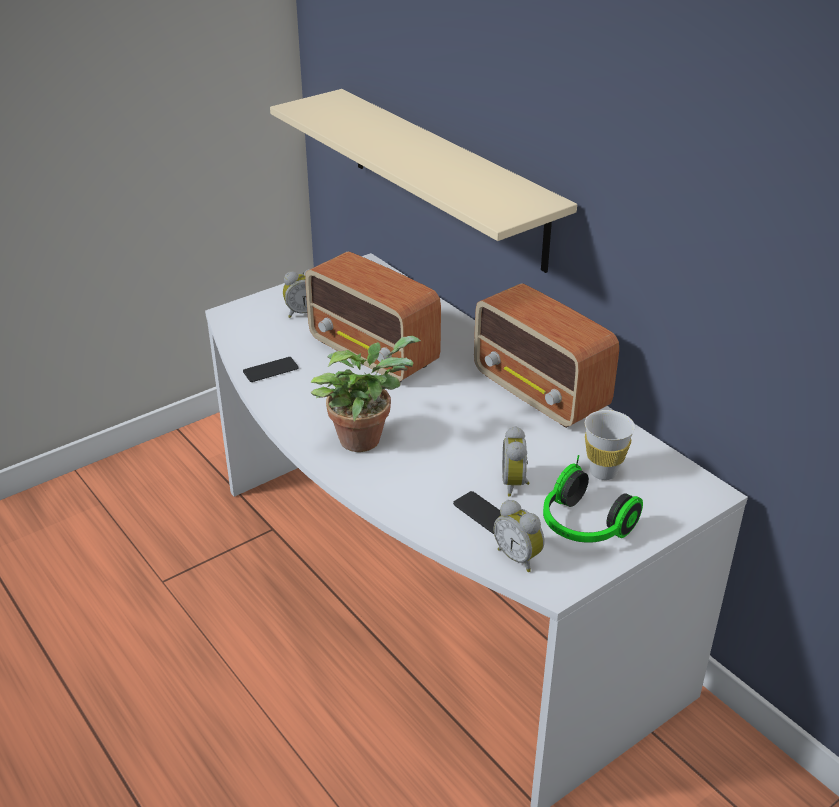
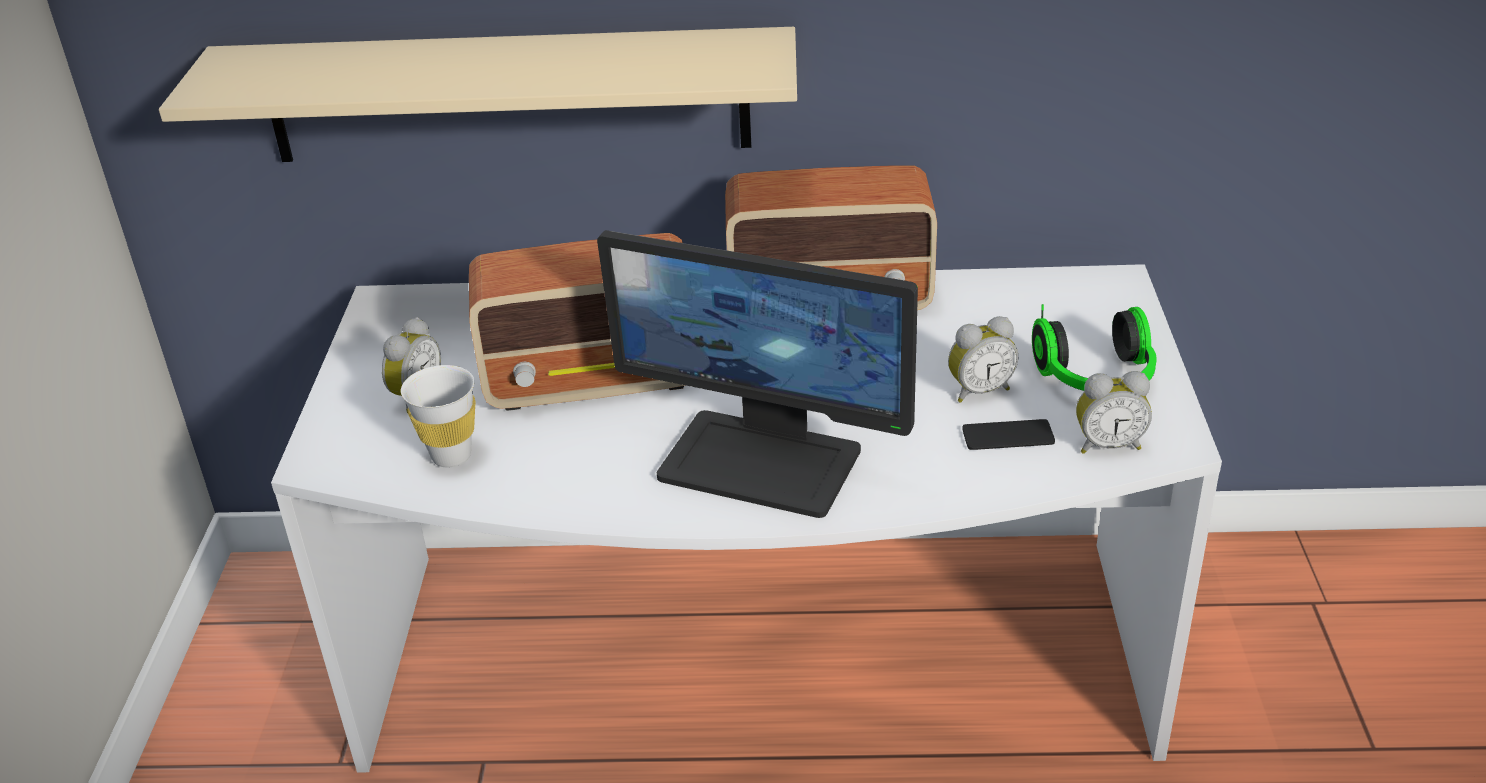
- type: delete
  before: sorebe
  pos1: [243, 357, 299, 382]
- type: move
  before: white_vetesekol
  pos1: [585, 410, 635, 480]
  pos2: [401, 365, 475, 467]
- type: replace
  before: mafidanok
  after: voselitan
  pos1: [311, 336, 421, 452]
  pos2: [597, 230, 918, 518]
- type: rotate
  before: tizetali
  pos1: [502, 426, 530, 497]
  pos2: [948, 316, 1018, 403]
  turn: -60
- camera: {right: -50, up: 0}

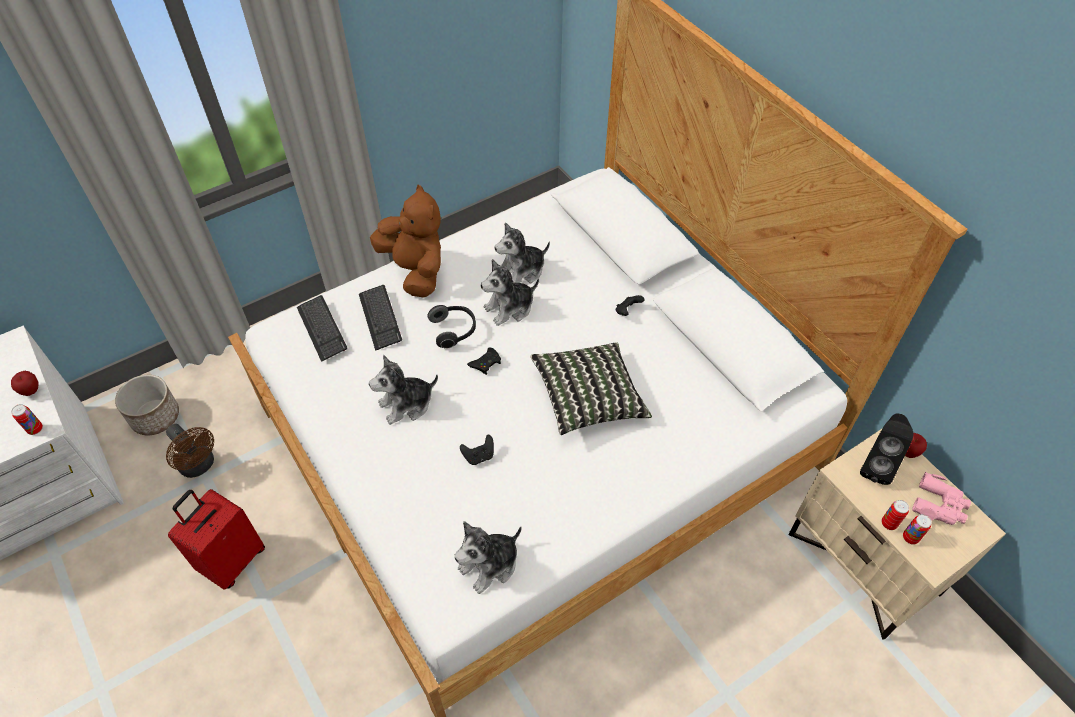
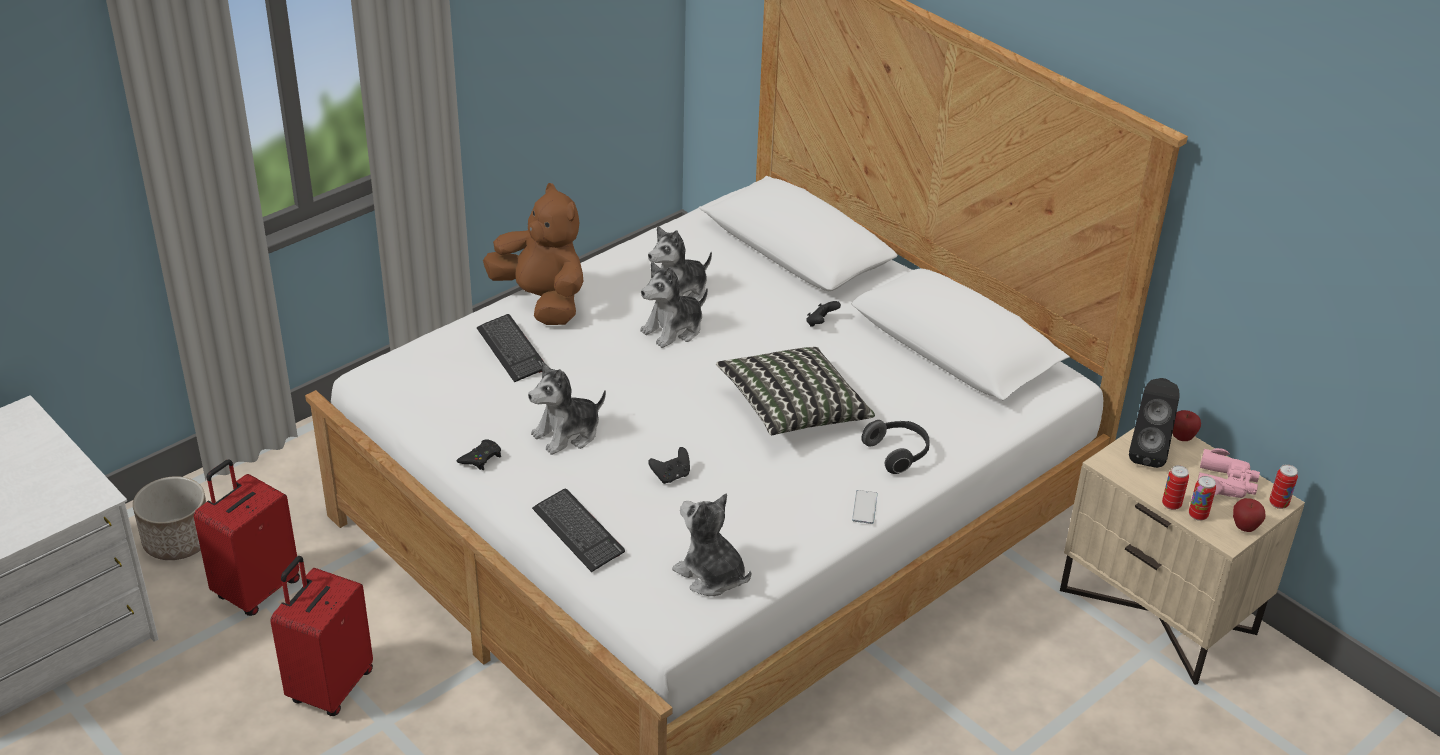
- type: insert
  after: sorebe
  pos2: [852, 490, 878, 524]
- type: move
  before: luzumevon
  pos1: [11, 371, 38, 396]
  pos2: [1233, 498, 1266, 532]
- type: move
  before: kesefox
  pos1: [11, 404, 43, 435]
  pos2: [1269, 464, 1298, 509]
- type: move
  before: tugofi
  pos1: [297, 295, 347, 362]
  pos2: [532, 488, 625, 572]
- type: move
  before: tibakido
  pos1: [428, 305, 476, 349]
  pos2: [861, 420, 930, 474]
- type: move
  before: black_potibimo
  pos1: [467, 347, 501, 375]
  pos2: [456, 439, 501, 470]
- type: replace
  before: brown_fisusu
  after: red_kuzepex
  pos1: [166, 424, 214, 478]
  pos2: [193, 459, 300, 616]
- type: rotate
  before: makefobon
  pos1: [454, 521, 521, 594]
  pos2: [672, 493, 751, 596]
  turn: 90
- camera: {right: -10, up: -15}

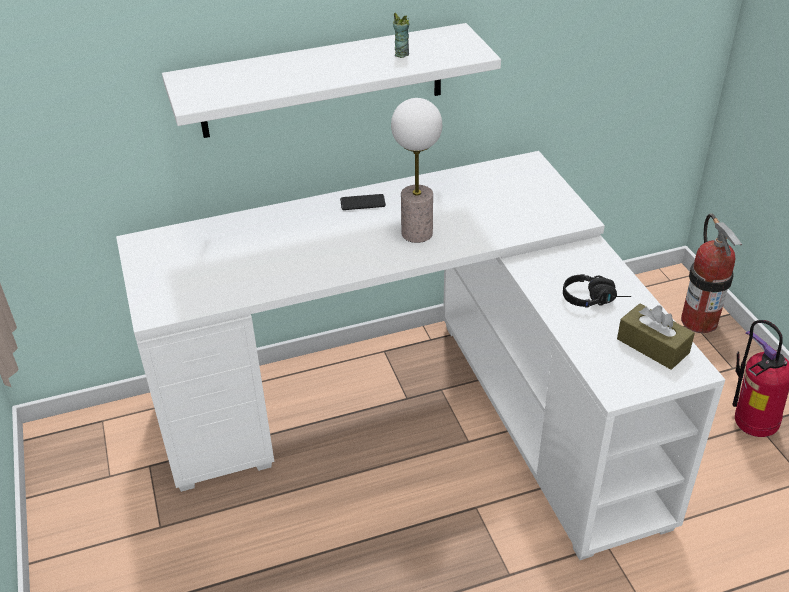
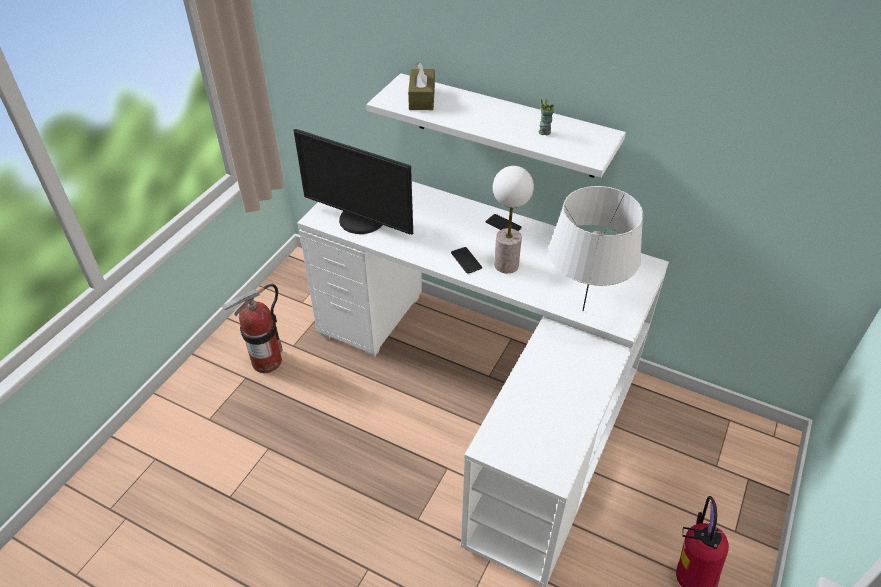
- type: delete
  before: black_tibakido
  pos1: [563, 274, 631, 307]
- type: insert
  after: voselitan
  pos2: [294, 129, 413, 235]
- type: insert
  after: sorebe
  pos2: [451, 247, 482, 274]
- type: insert
  after: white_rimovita
  pos2: [548, 186, 643, 311]
- type: move
  before: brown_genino
  pos1: [617, 304, 695, 370]
  pos2: [408, 62, 435, 110]
- type: move
  before: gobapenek
  pos1: [681, 213, 742, 333]
  pos2: [221, 284, 283, 373]
- camera: {right: 45, up: 5}

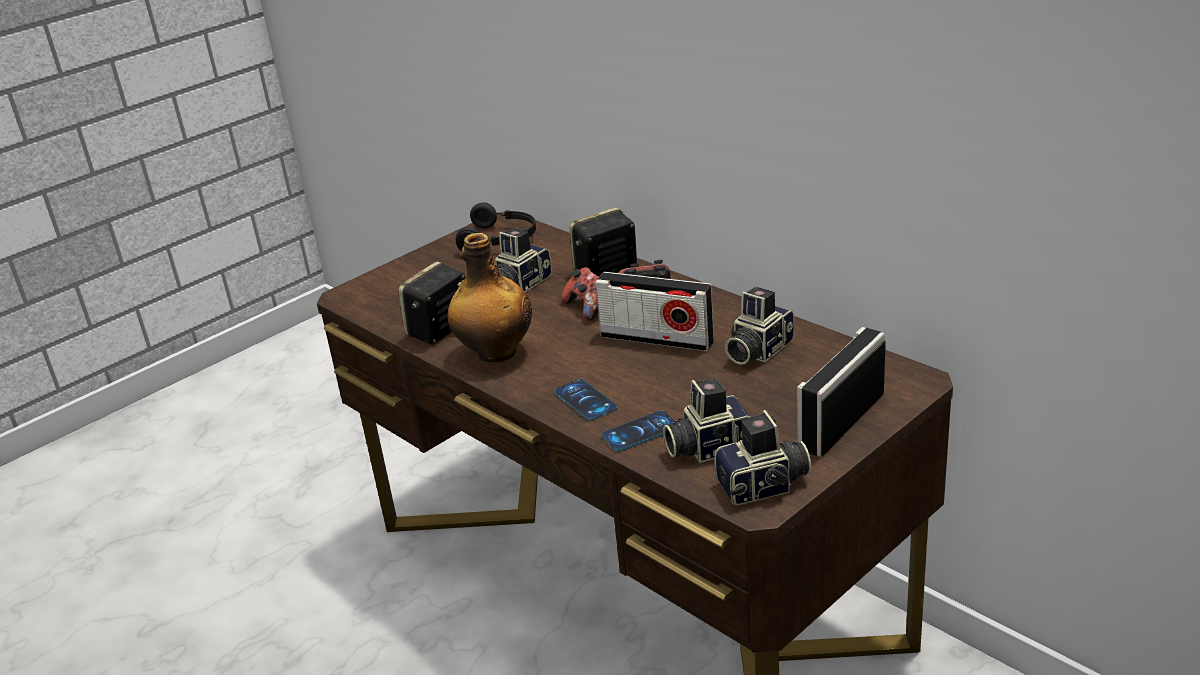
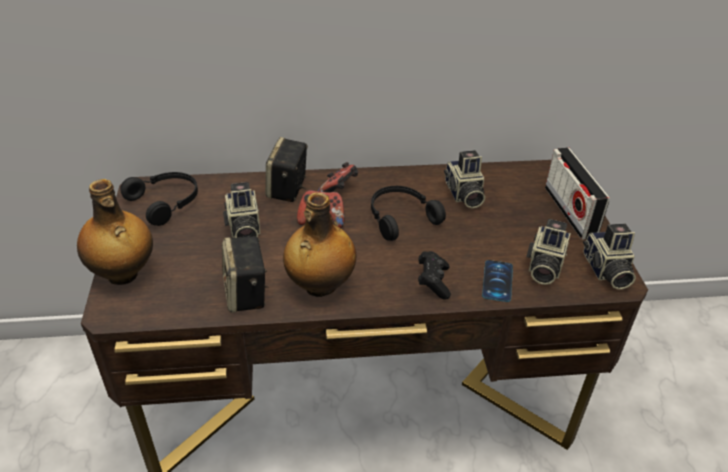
- type: insert
  after: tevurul
  pos2: [77, 179, 153, 285]
- type: replace
  before: sorebe
  after: black_potibimo
  pos1: [554, 379, 618, 420]
  pos2: [418, 251, 451, 300]
- type: replace
  before: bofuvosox
  after: black_tibakido
  pos1: [595, 272, 714, 351]
  pos2: [371, 186, 446, 241]
- type: rotate
  before: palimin
  pos1: [715, 410, 811, 505]
  pos2: [583, 224, 636, 290]
  turn: 150
- camera: {right: -55, up: 10}

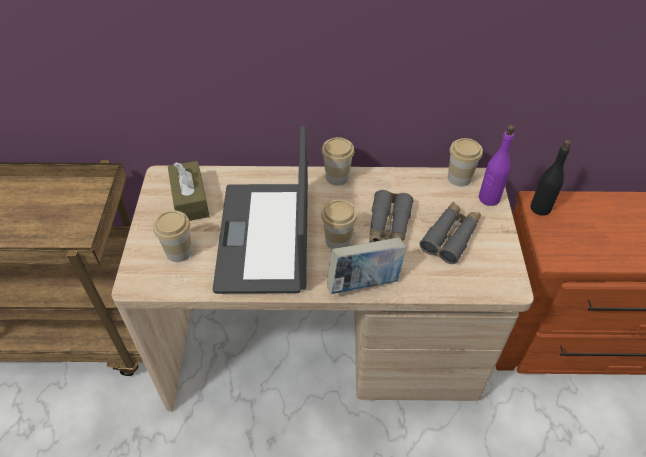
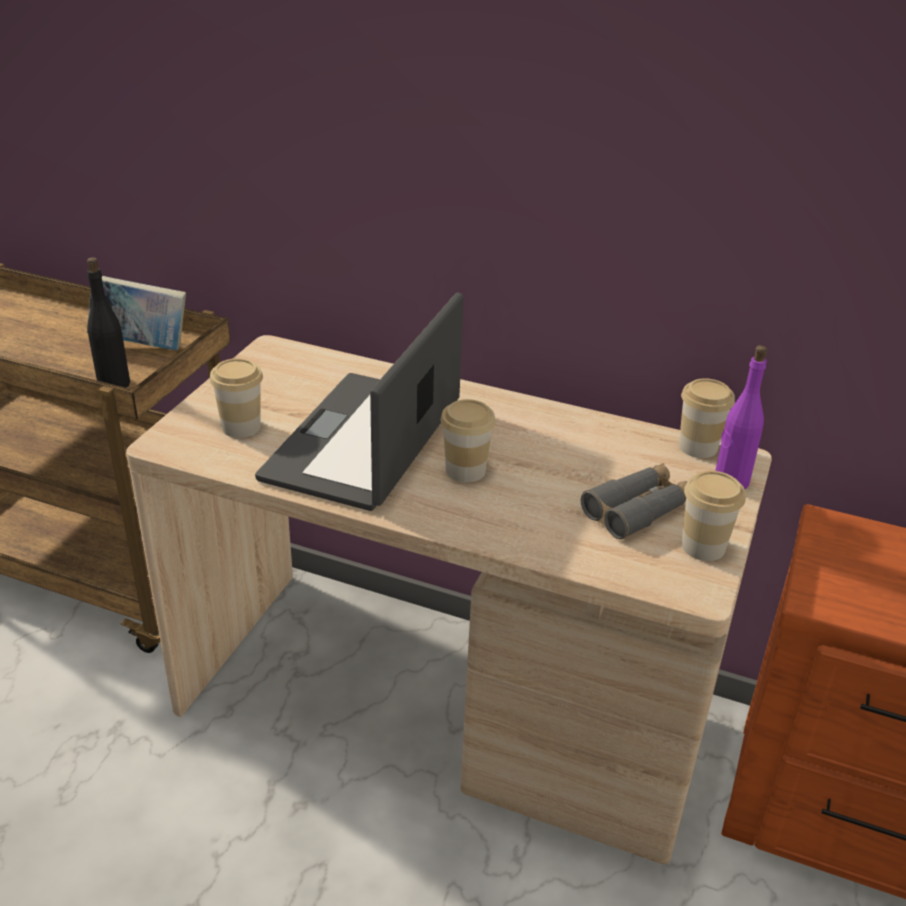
- type: delete
  before: brown_genino
  pos1: [168, 161, 210, 221]
- type: delete
  before: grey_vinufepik
  pos1: [369, 190, 414, 243]
- type: move
  before: vetesekol
  pos1: [322, 137, 354, 186]
  pos2: [681, 471, 745, 561]
- type: move
  before: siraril
  pos1: [327, 237, 407, 294]
  pos2: [87, 276, 186, 350]
- type: move
  before: black_tevurul
  pos1: [530, 140, 571, 216]
  pos2: [87, 257, 130, 388]
- camera: {right: 20, up: -15}

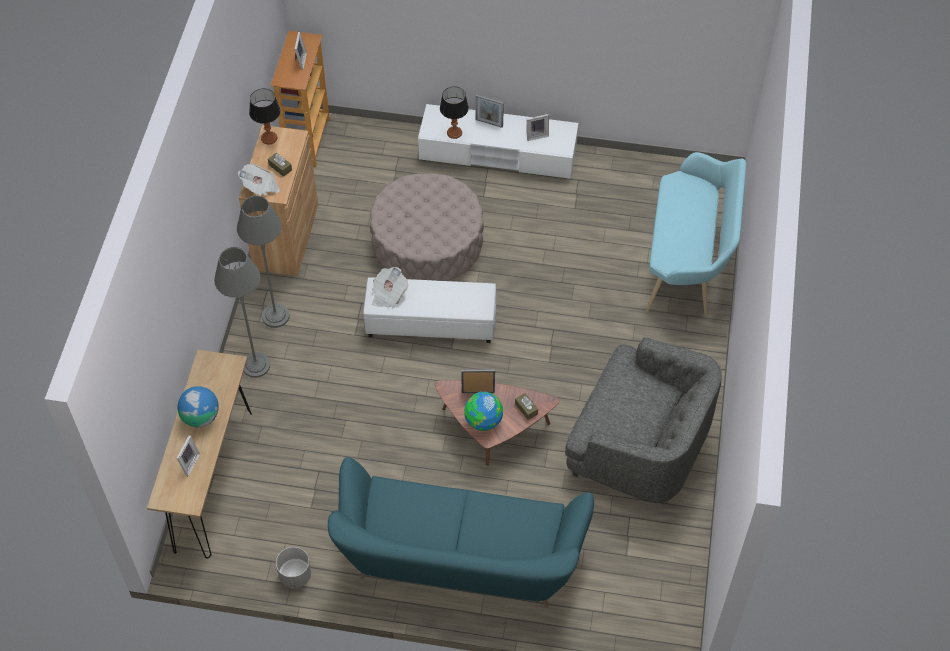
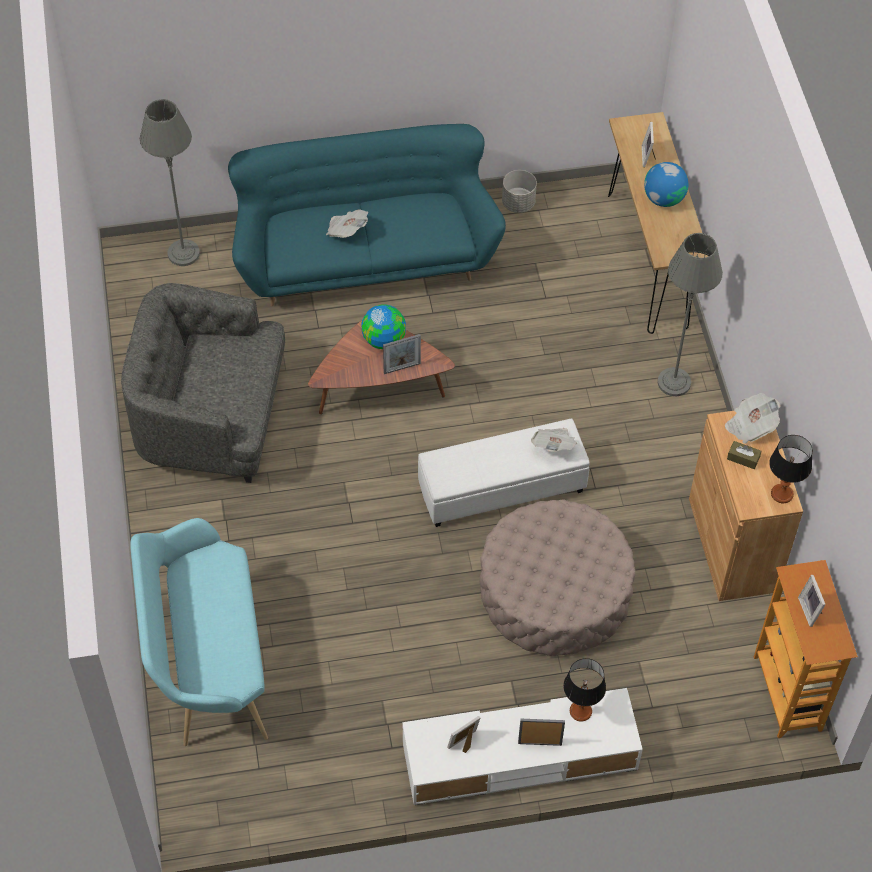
- type: delete
  before: brown_genino
  pos1: [515, 393, 538, 420]
- type: insert
  after: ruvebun
  pos2: [326, 209, 368, 238]
- type: move
  before: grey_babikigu
  pos1: [237, 195, 290, 328]
  pos2: [140, 99, 200, 266]
- camera: {right: 160, up: 0}

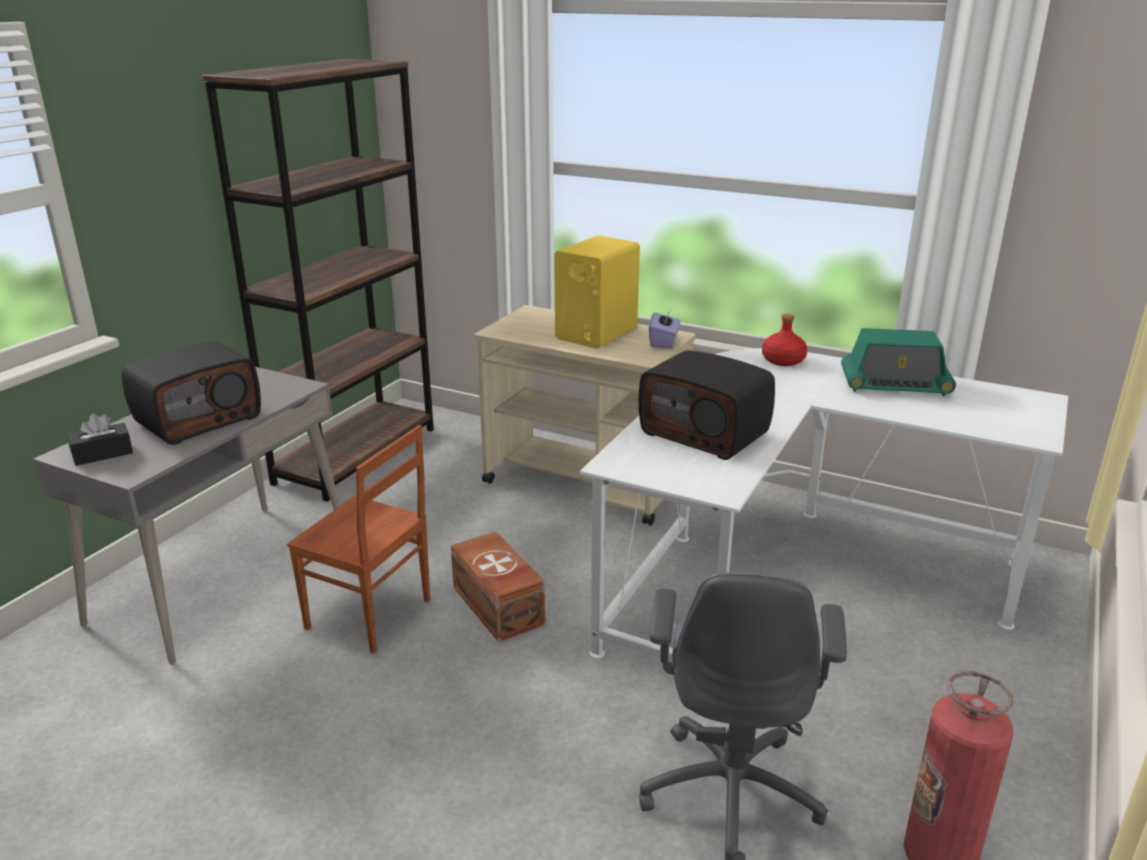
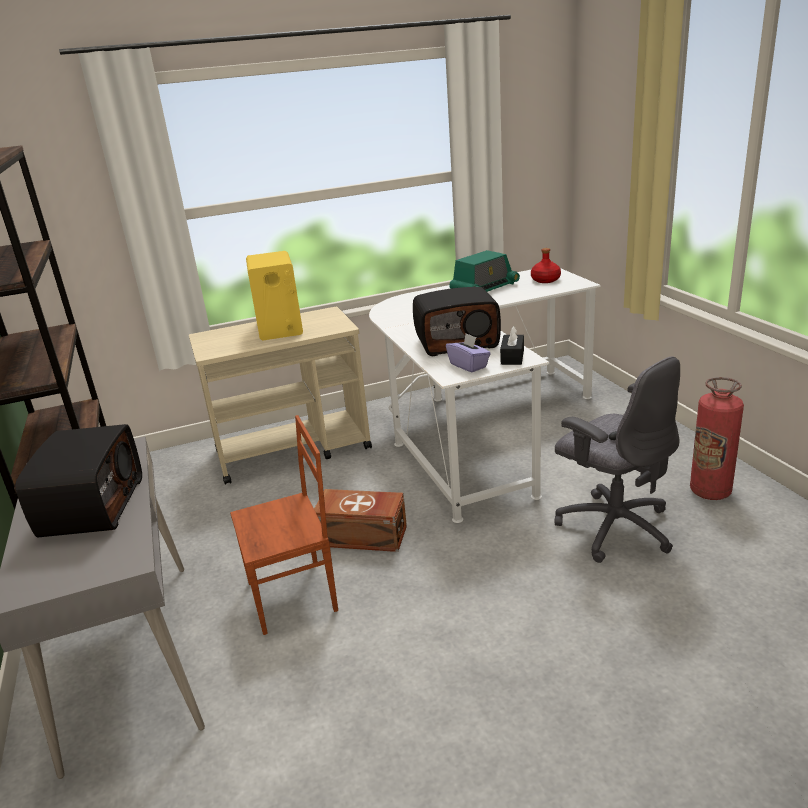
- type: move
  before: black_genino
  pos1: [67, 414, 133, 466]
  pos2: [500, 326, 524, 365]
- type: move
  before: purple_genino
  pos1: [649, 309, 680, 348]
  pos2: [446, 333, 491, 372]
- type: move
  before: red_tevurul
  pos1: [762, 314, 807, 366]
  pos2: [531, 248, 561, 283]
- camera: {right: -45, up: 0}

